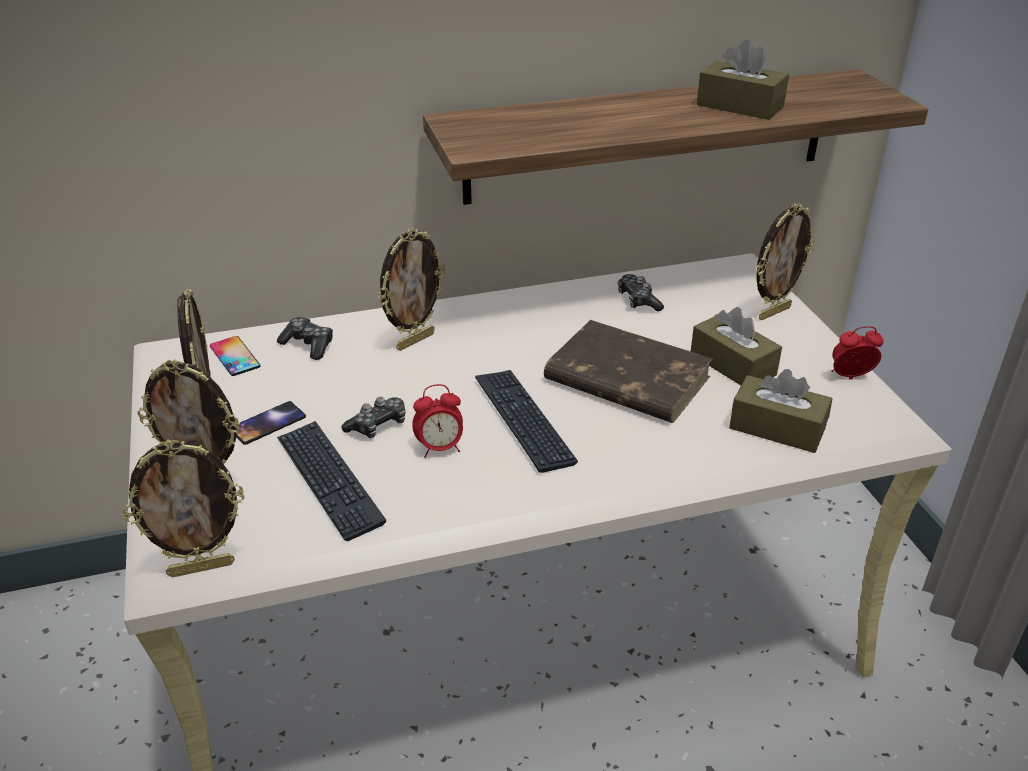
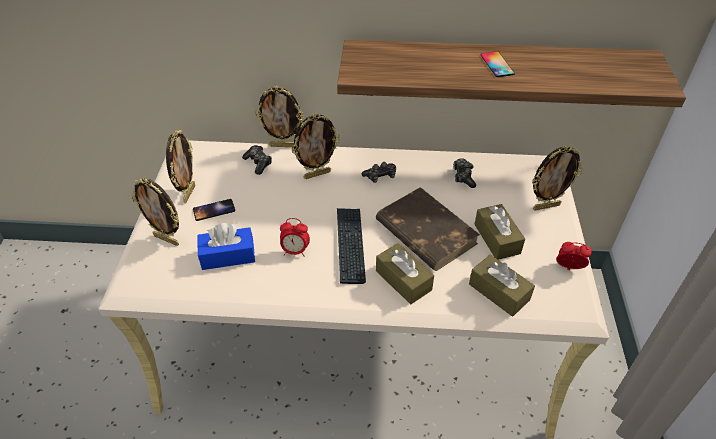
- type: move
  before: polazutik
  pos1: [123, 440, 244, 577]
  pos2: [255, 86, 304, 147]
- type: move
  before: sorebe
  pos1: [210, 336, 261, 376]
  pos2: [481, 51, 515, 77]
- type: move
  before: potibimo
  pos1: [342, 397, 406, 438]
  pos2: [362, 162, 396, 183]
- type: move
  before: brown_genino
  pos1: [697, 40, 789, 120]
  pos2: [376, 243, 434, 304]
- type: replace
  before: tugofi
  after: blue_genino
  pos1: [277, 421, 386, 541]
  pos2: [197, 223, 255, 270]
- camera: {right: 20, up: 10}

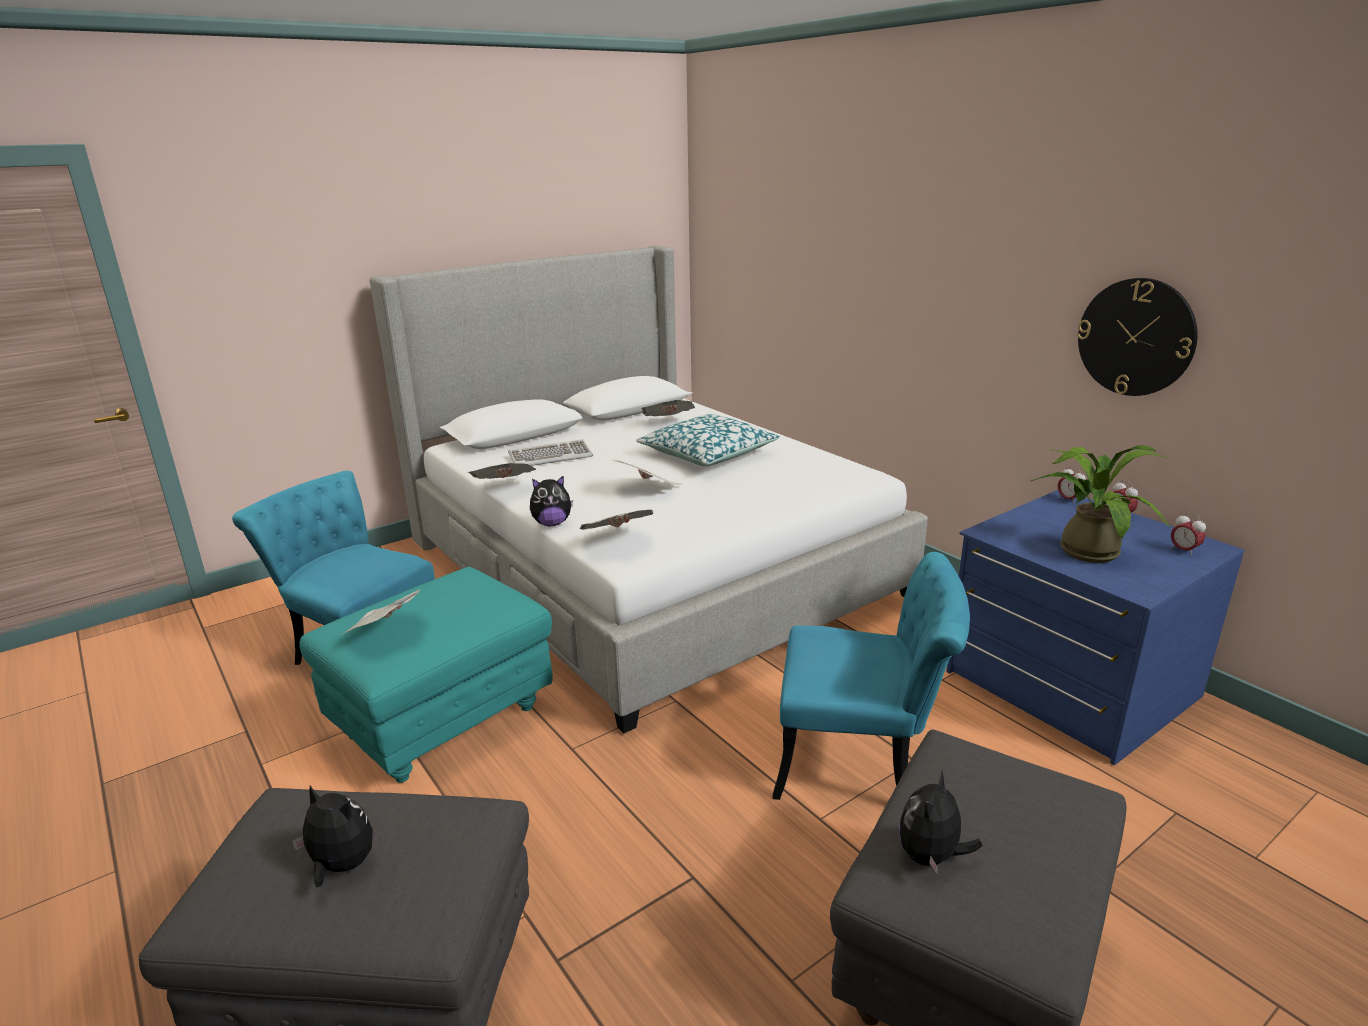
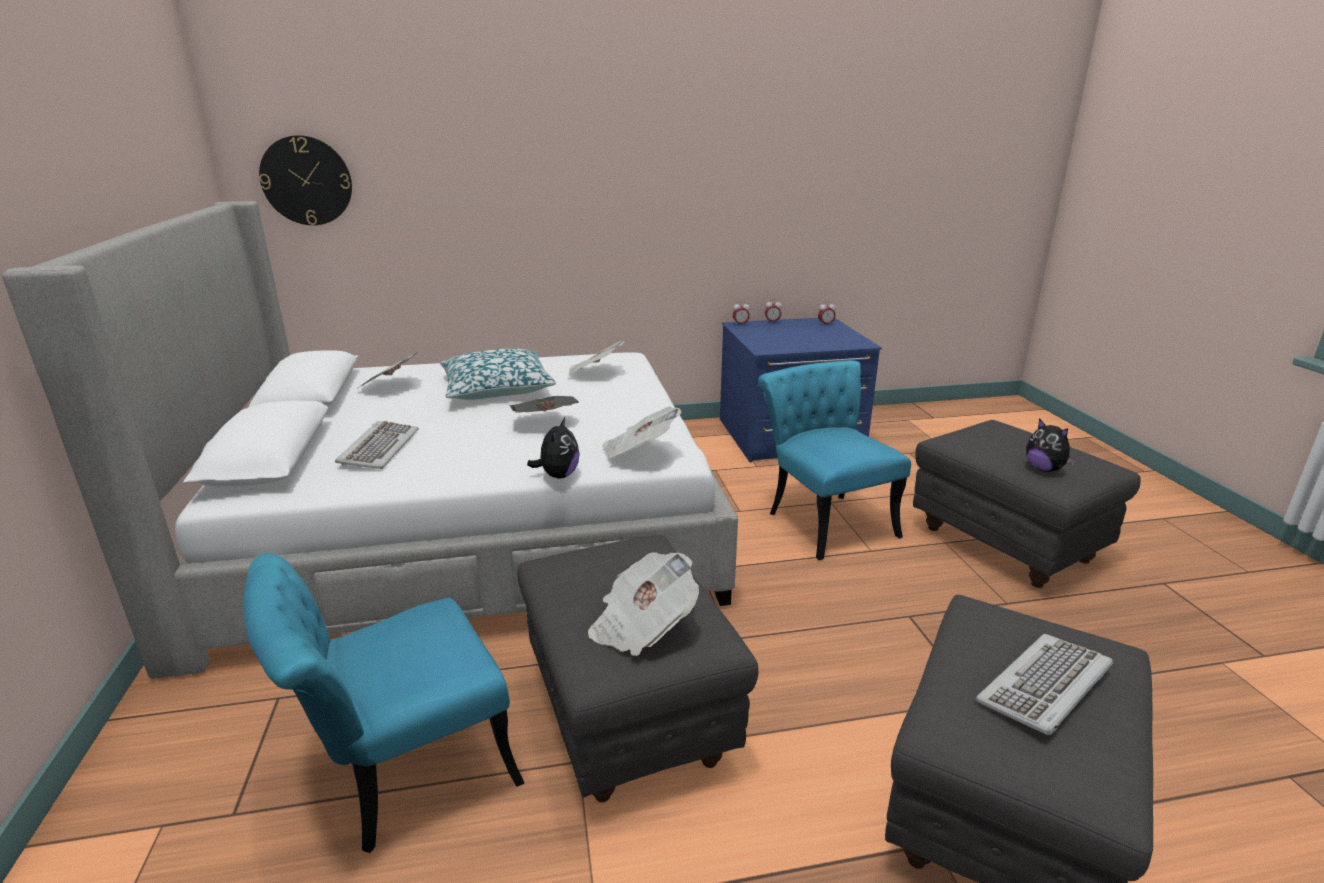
- type: delete
  before: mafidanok
  pos1: [1031, 445, 1170, 563]
- type: move
  before: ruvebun
  pos1: [468, 463, 536, 479]
  pos2: [569, 341, 624, 374]
- type: move
  before: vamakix
  pos1: [1077, 278, 1198, 396]
  pos2: [259, 135, 352, 225]
- type: replace
  before: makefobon
  after: tugofi
  pos1: [292, 786, 373, 887]
  pos2: [975, 634, 1113, 736]
- type: recolor
  before: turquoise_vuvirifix
  after: grey_vuvirifix
  pos1: [299, 567, 552, 783]
  pos2: [517, 535, 758, 802]
- type: rotate
  before: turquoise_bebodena
  pos1: [772, 552, 970, 800]
  pos2: [758, 360, 911, 560]
  turn: -60
- camera: {right: -65, up: 0}

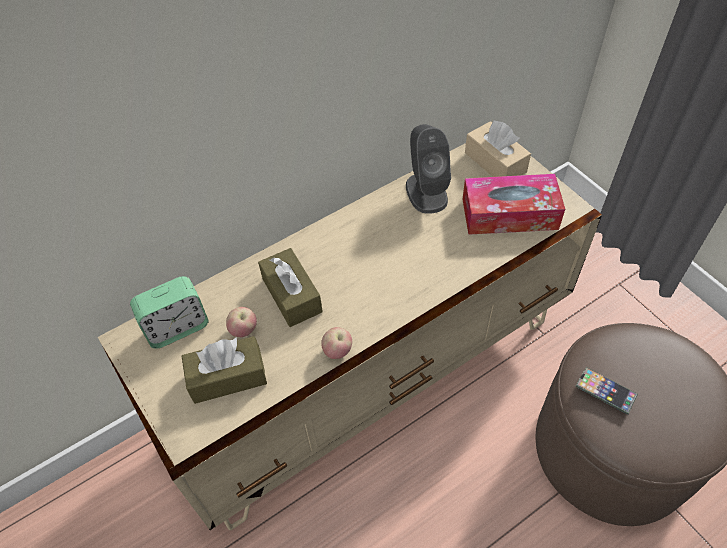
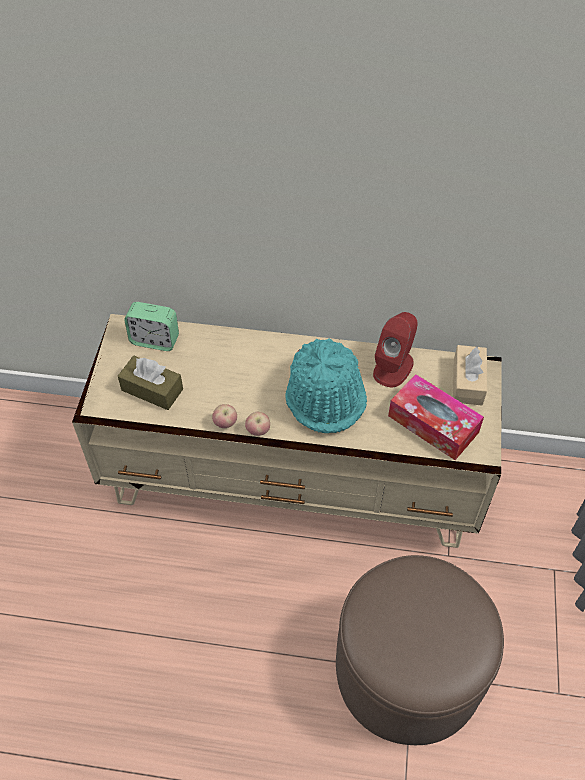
- type: delete
  before: brown_genino
  pos1: [258, 248, 323, 327]
- type: delete
  before: sorebe
  pos1: [575, 367, 638, 415]
- type: insert
  after: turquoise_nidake
  pos2: [285, 338, 367, 433]
- type: move
  before: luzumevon
  pos1: [226, 307, 257, 337]
  pos2: [245, 412, 270, 436]
- type: recolor
  before: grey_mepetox
  after: red_mepetox
  pos1: [406, 124, 451, 214]
  pos2: [373, 312, 418, 387]
- camera: {right: 40, up: 0}

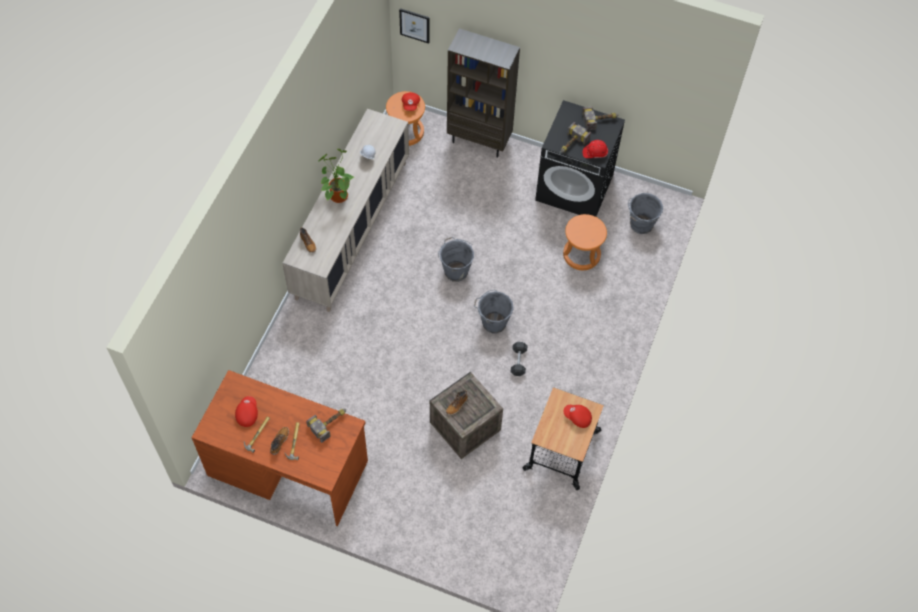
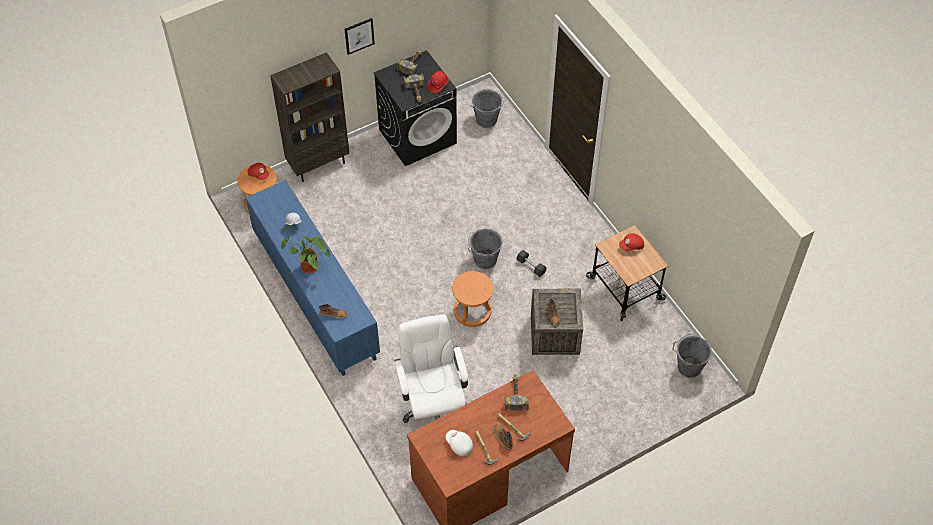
- type: insert
  after: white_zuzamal
  pos2: [394, 315, 468, 423]
- type: move
  before: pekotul
  pos1: [399, 8, 430, 44]
  pos2: [345, 18, 375, 55]
- type: move
  before: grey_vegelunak
  pos1: [438, 237, 474, 282]
  pos2: [672, 334, 712, 378]
- type: move
  before: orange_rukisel
  pos1: [563, 214, 607, 270]
  pos2: [452, 271, 493, 327]
- type: recolor
  before: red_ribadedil
  after: white_ribadedil
  pos1: [235, 396, 258, 427]
  pos2: [446, 430, 473, 456]
- type: recolor
  before: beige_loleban
  after: blue_loleban
  pos1: [282, 109, 409, 312]
  pos2: [246, 180, 380, 376]
- camera: {right: -50, up: -5}

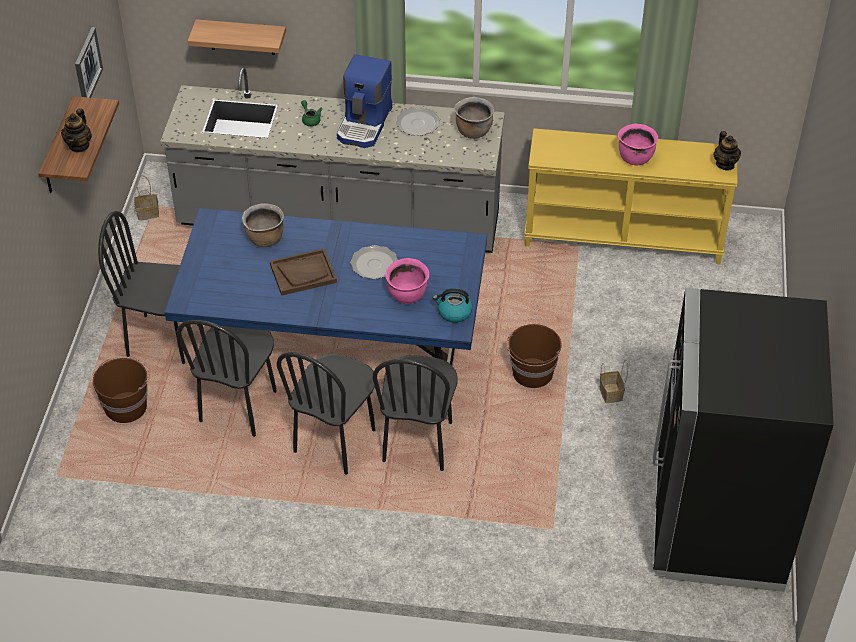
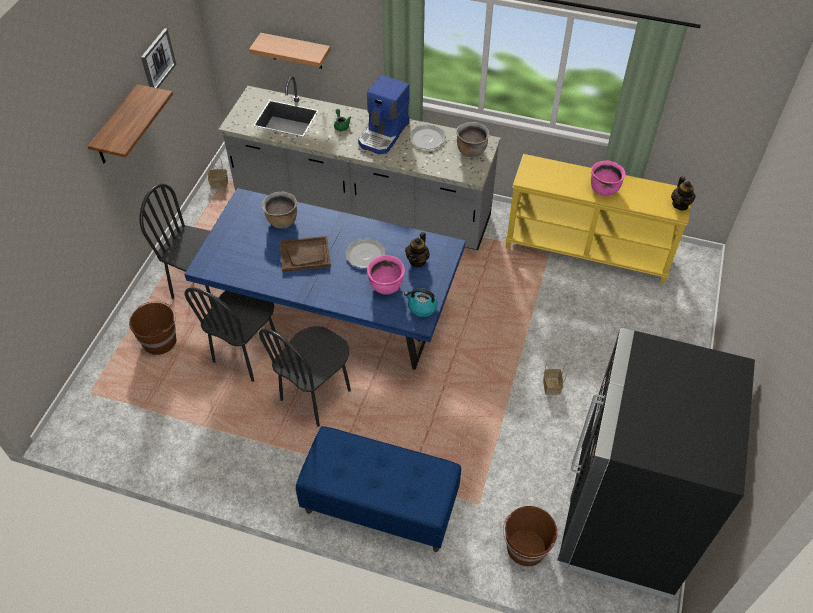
- type: delete
  before: black_bebodena
  pos1: [372, 355, 458, 471]
- type: insert
  after: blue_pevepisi
  pos2: [296, 426, 461, 552]
- type: move
  before: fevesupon
  pos1: [61, 108, 92, 153]
  pos2: [405, 232, 430, 267]
- type: move
  before: brown_vegelunak
  pos1: [507, 324, 562, 388]
  pos2: [503, 506, 557, 566]
- camera: {right: 10, up: 5}

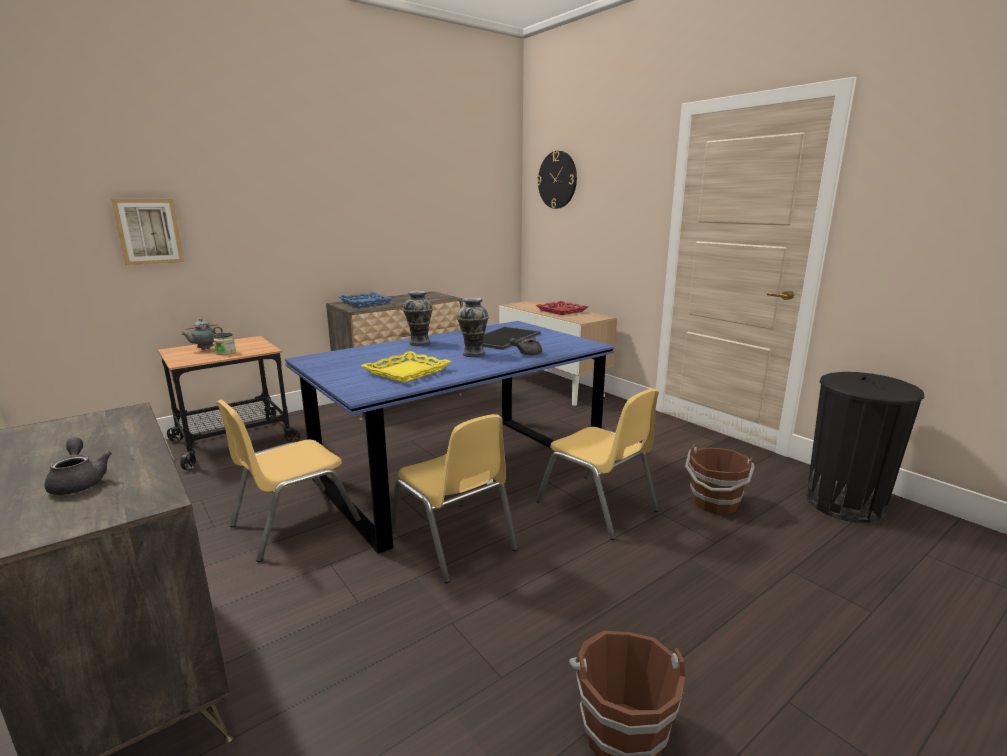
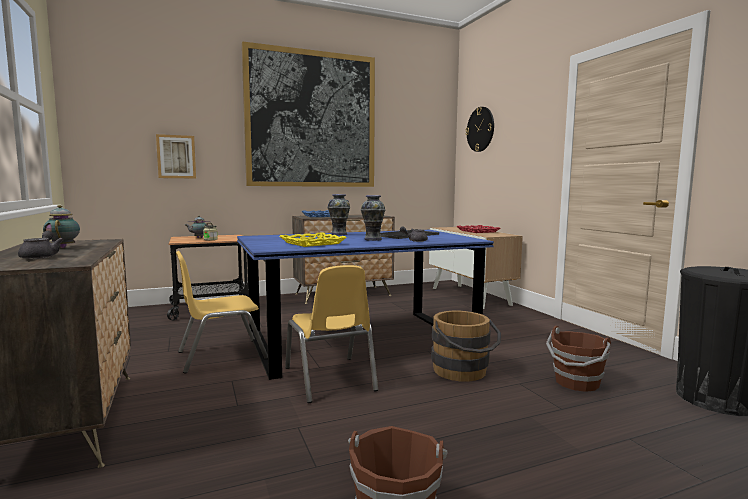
- type: insert
  after: fevesupon
  pos2: [43, 205, 80, 248]
- type: insert
  after: pekotul
  pos2: [242, 41, 375, 187]
- type: replace
  before: yellow_bebodena
  after: brown_vegelunak
  pos1: [536, 389, 659, 540]
  pos2: [431, 311, 501, 382]
- camera: {right: 15, up: -10}

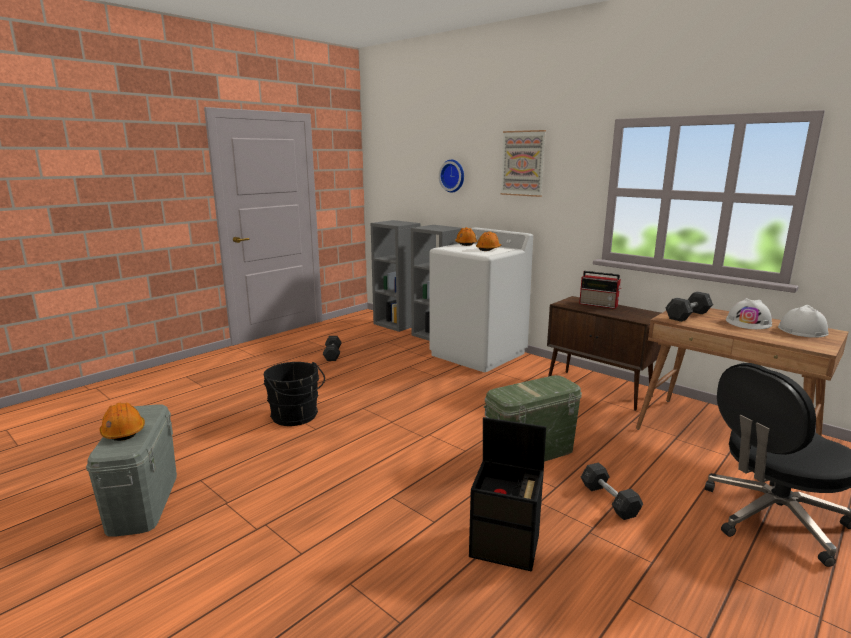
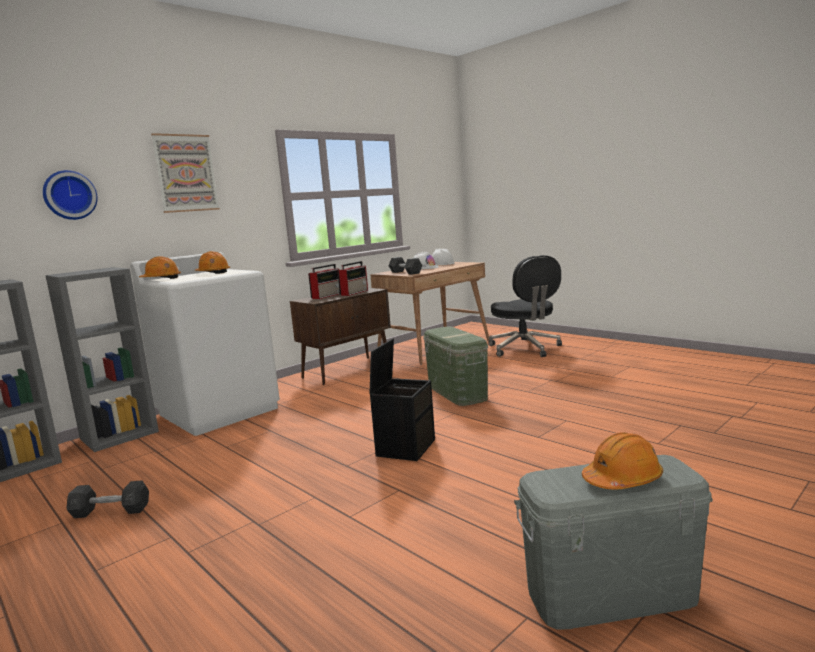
- type: delete
  before: black_vegelunak
  pos1: [264, 362, 325, 426]
- type: delete
  before: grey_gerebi
  pos1: [581, 462, 643, 520]
- type: insert
  after: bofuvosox
  pos2: [337, 261, 368, 296]
- type: move
  before: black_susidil
  pos1: [469, 417, 546, 572]
  pos2: [369, 338, 435, 461]
- camera: {right: -85, up: -5}

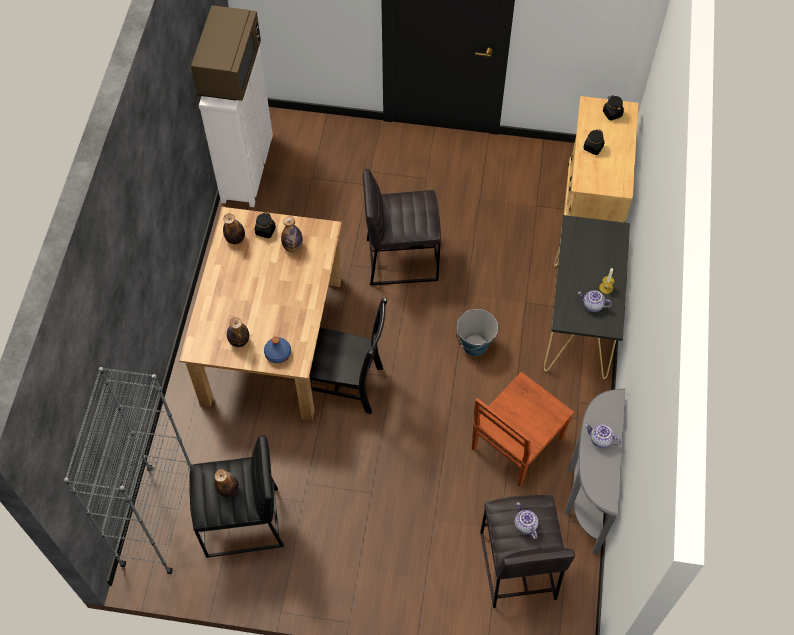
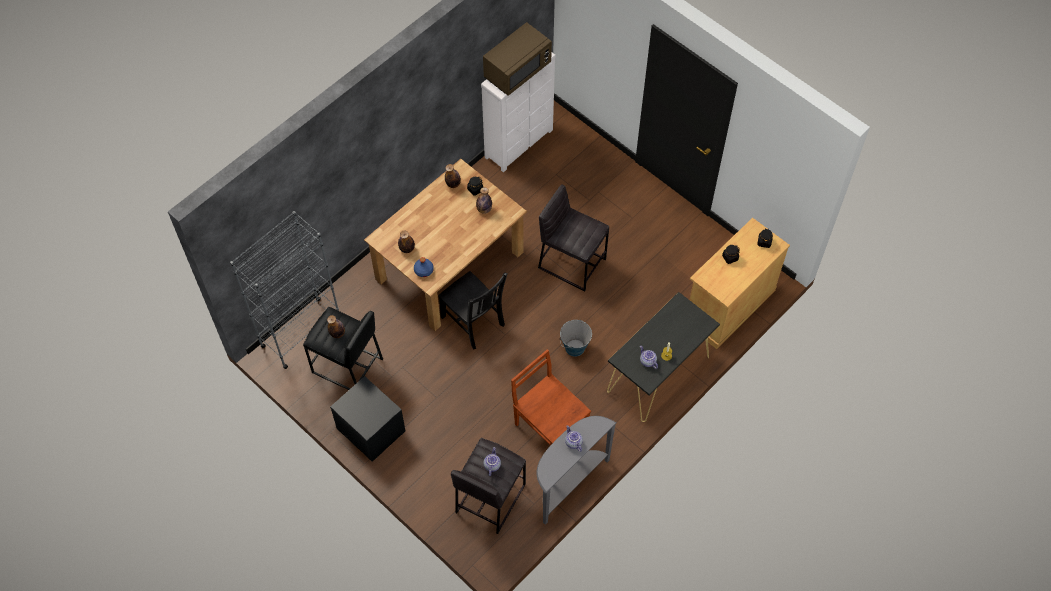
- type: insert
  after: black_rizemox
  pos2: [330, 376, 405, 462]
- type: rotate
  before: brown_bebodena
  pos1: [472, 372, 574, 487]
  pos2: [511, 349, 591, 445]
  turn: 60
- camera: {right: 35, up: 0}

